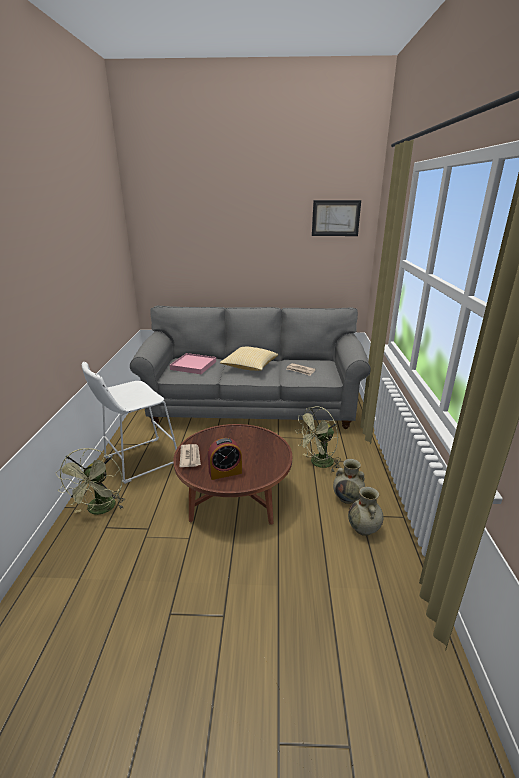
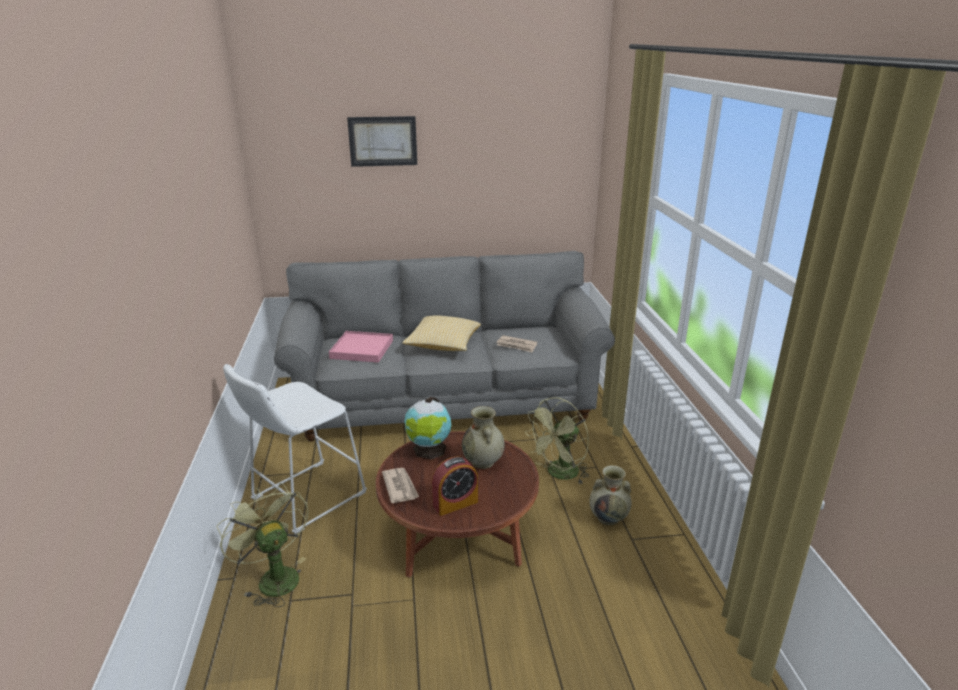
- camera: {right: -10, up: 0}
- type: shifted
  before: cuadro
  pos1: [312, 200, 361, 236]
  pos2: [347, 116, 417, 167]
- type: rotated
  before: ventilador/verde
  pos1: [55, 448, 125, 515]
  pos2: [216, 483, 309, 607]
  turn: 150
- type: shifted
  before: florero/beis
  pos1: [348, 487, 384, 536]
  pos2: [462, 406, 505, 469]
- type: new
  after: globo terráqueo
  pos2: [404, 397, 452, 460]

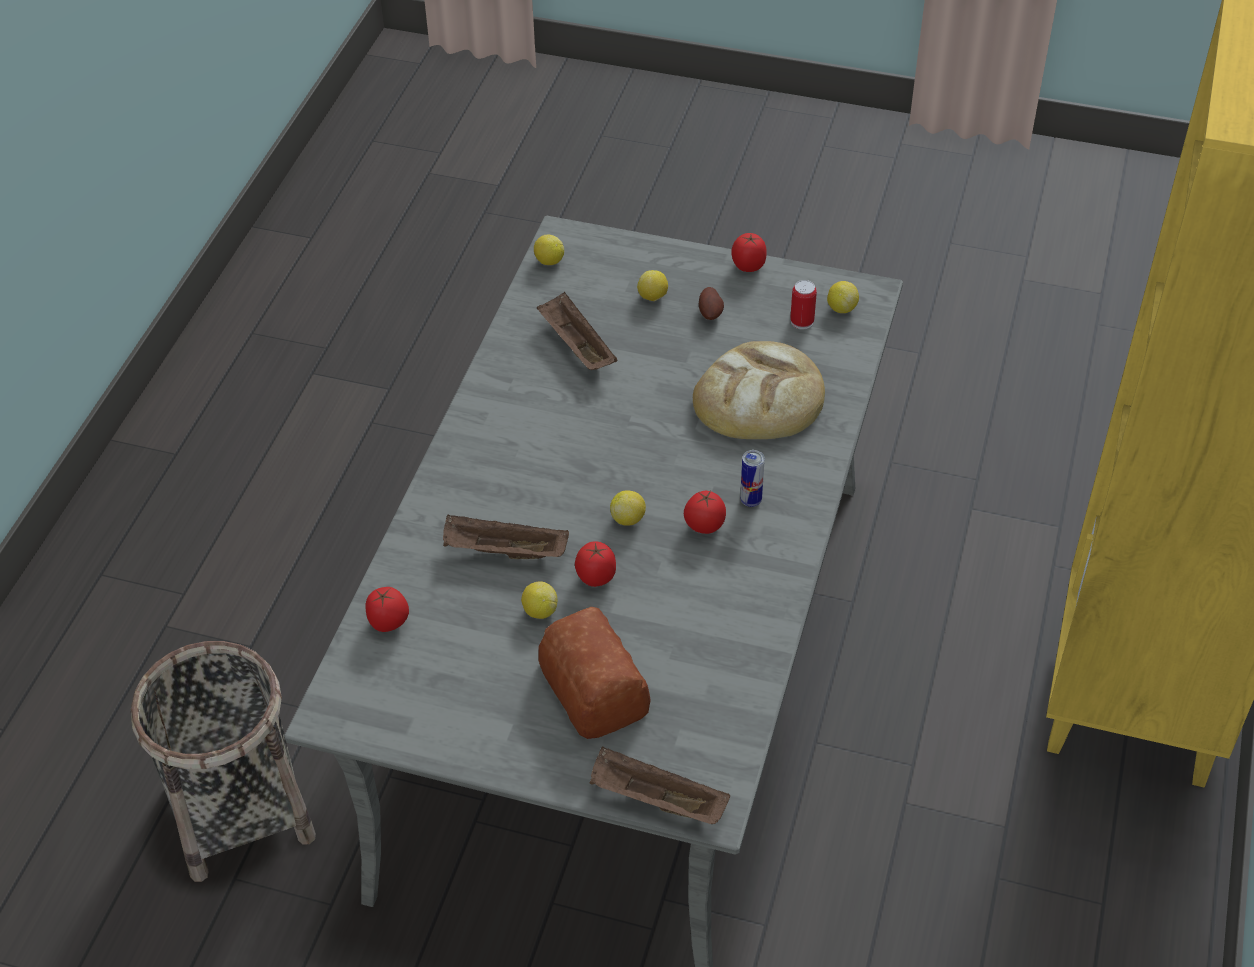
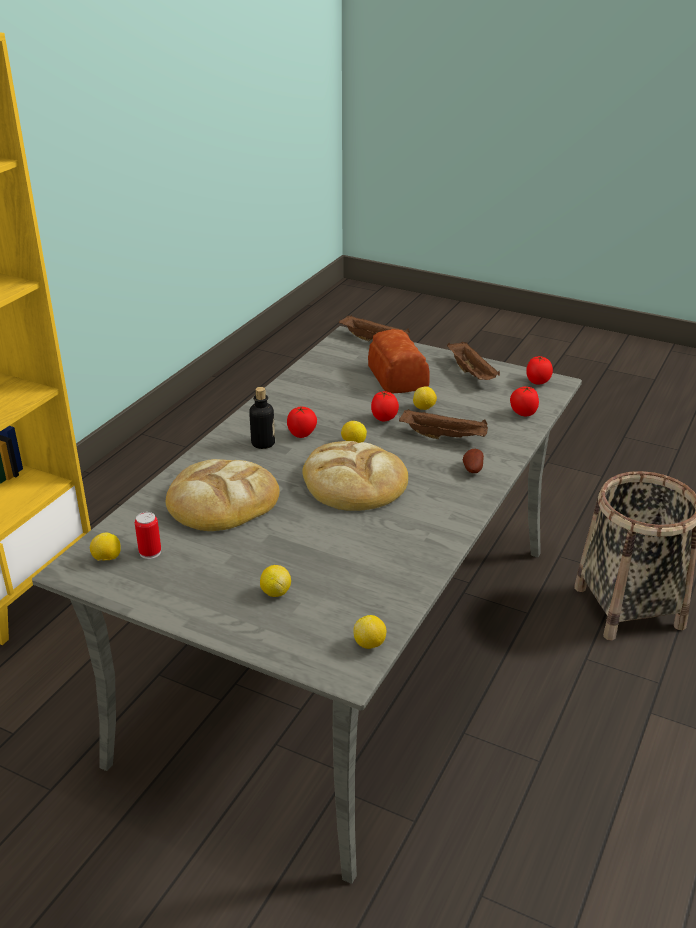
- camera: {right: -170, up: -15}
- type: shifted
  before: tomate
  pos1: [731, 233, 767, 272]
  pos2: [526, 356, 553, 385]
- type: shifted
  before: patata
  pos1: [699, 287, 724, 320]
  pos2: [463, 449, 484, 473]
- type: shifted
  before: bandeja/marrón
  pos1: [537, 292, 618, 370]
  pos2: [447, 341, 500, 380]
- type: swapped
  before: lata
  after: botella
  pos1: [740, 450, 765, 507]
  pos2: [249, 387, 275, 449]
- type: new
  after: pan
  pos2: [302, 441, 408, 511]

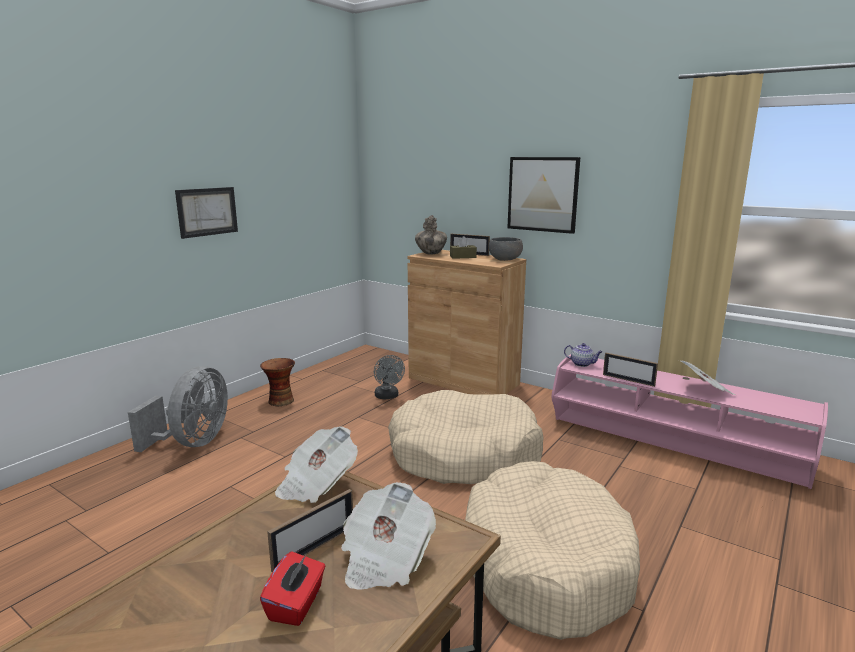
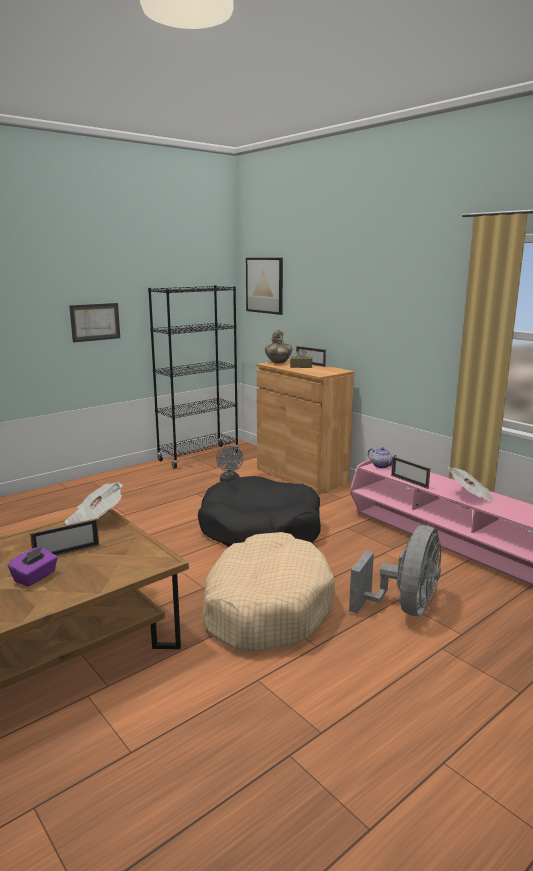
- camera: {right: 15, up: 0}
- type: shifted
  before: cuadro
  pos1: [507, 157, 580, 234]
  pos2: [246, 258, 283, 315]
- type: gone
  before: cuenco/gris
  pos1: [489, 237, 523, 261]
- type: gone
  before: florero
  pos1: [260, 358, 295, 406]
- type: shifted
  before: ventilador/gris
  pos1: [128, 366, 228, 452]
  pos2: [349, 525, 442, 616]
- type: repainted
  before: cama para perro/beis
  after: cama para perro/negro
  pos1: [388, 390, 543, 484]
  pos2: [198, 476, 321, 547]
- type: gone
  before: periódico
  pos1: [341, 482, 436, 590]
- type: repainted
  before: caja de pañuelos/rojo
  after: caja de pañuelos/morado
  pos1: [260, 551, 325, 626]
  pos2: [8, 546, 58, 587]
- type: new
  after: estantería/negro
  pos2: [148, 285, 239, 468]

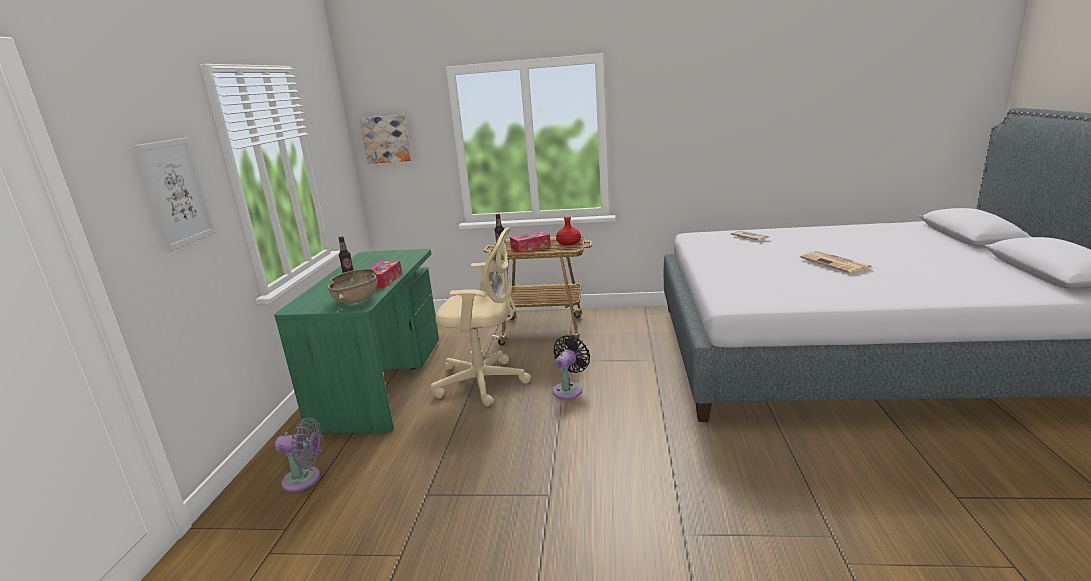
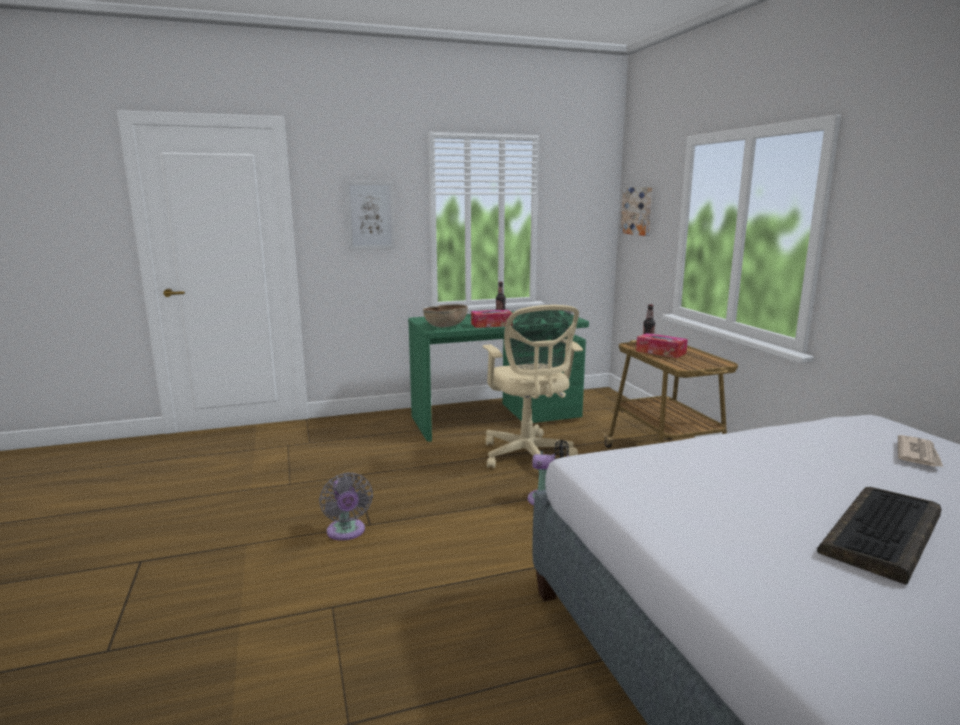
- camera: {right: 65, up: -5}
- type: gone
  before: botella/rojo
  pos1: [556, 216, 581, 245]
- type: swapped
  before: periódico
  after: teclado
  pos1: [800, 251, 872, 273]
  pos2: [817, 487, 942, 585]
- type: shifted
  before: ventilador/gris
  pos1: [275, 417, 323, 492]
  pos2: [319, 472, 373, 541]

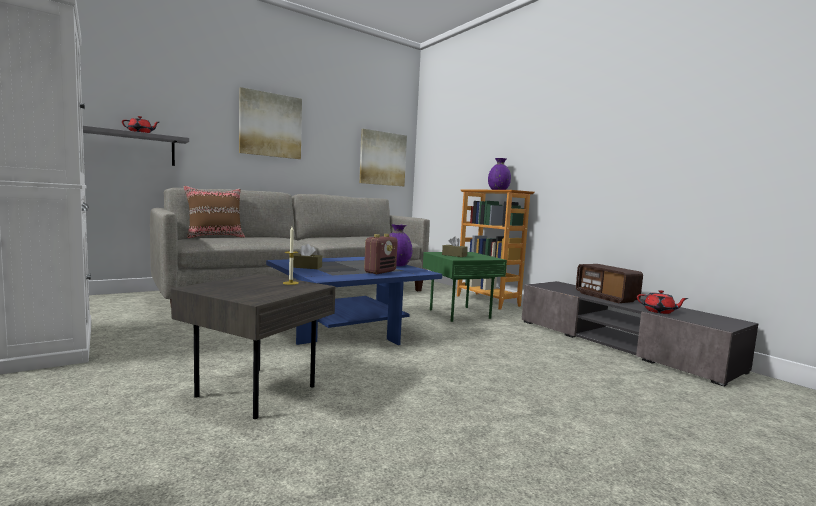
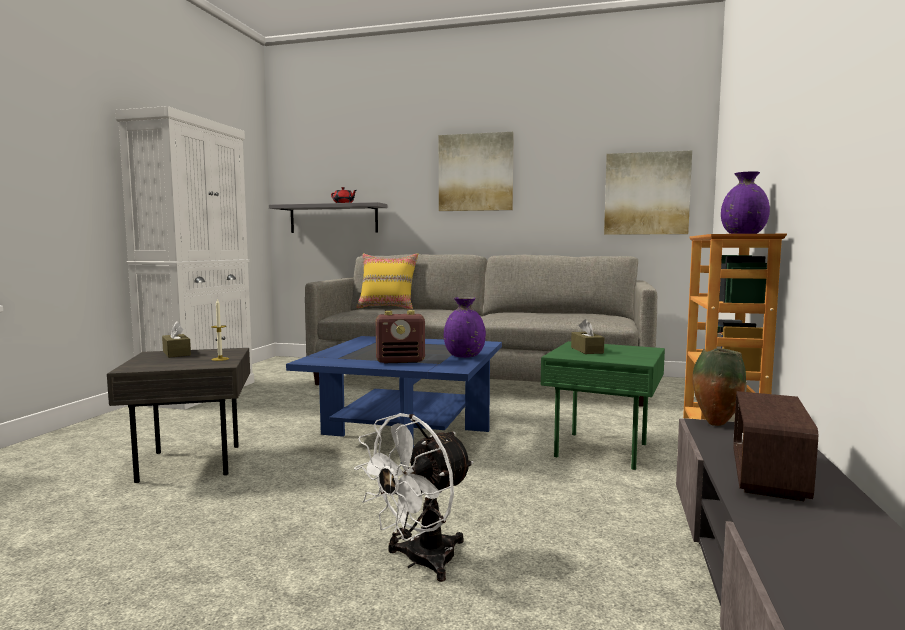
- camera: {right: 50, up: 0}
- type: repainted
  before: cojín/marrón
  after: cojín/amarillo
  pos1: [183, 186, 245, 238]
  pos2: [356, 253, 418, 309]
- type: shifted
  before: caja de pañuelos/marrón
  pos1: [293, 244, 322, 269]
  pos2: [162, 321, 191, 358]
- type: gone
  before: tetera/rojo
  pos1: [637, 290, 689, 314]
- type: new
  after: florero
  pos2: [692, 348, 746, 426]
- type: new
  after: ventilador/blanco
  pos2: [354, 413, 473, 582]

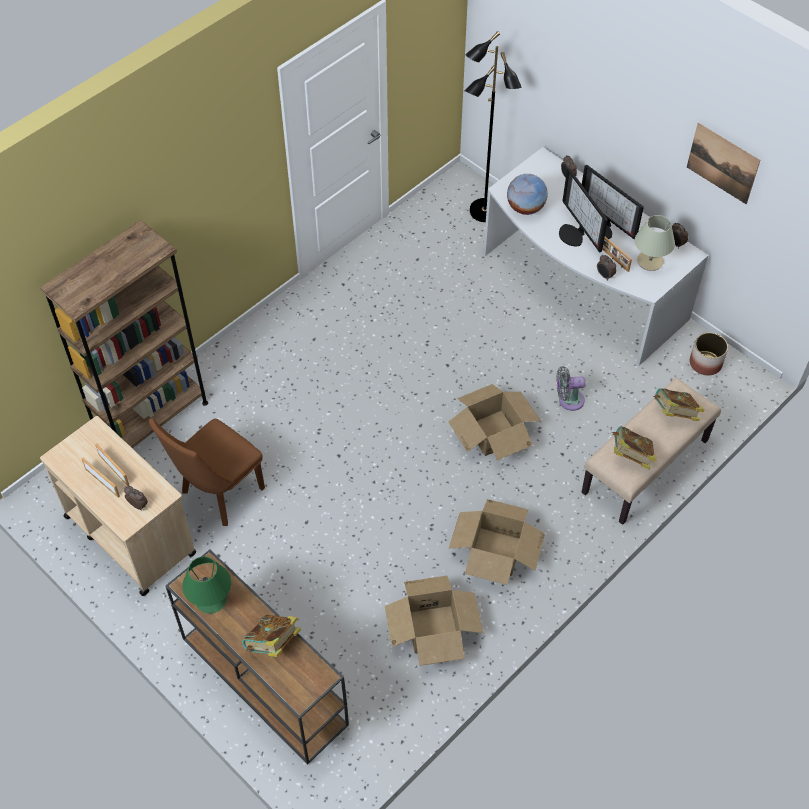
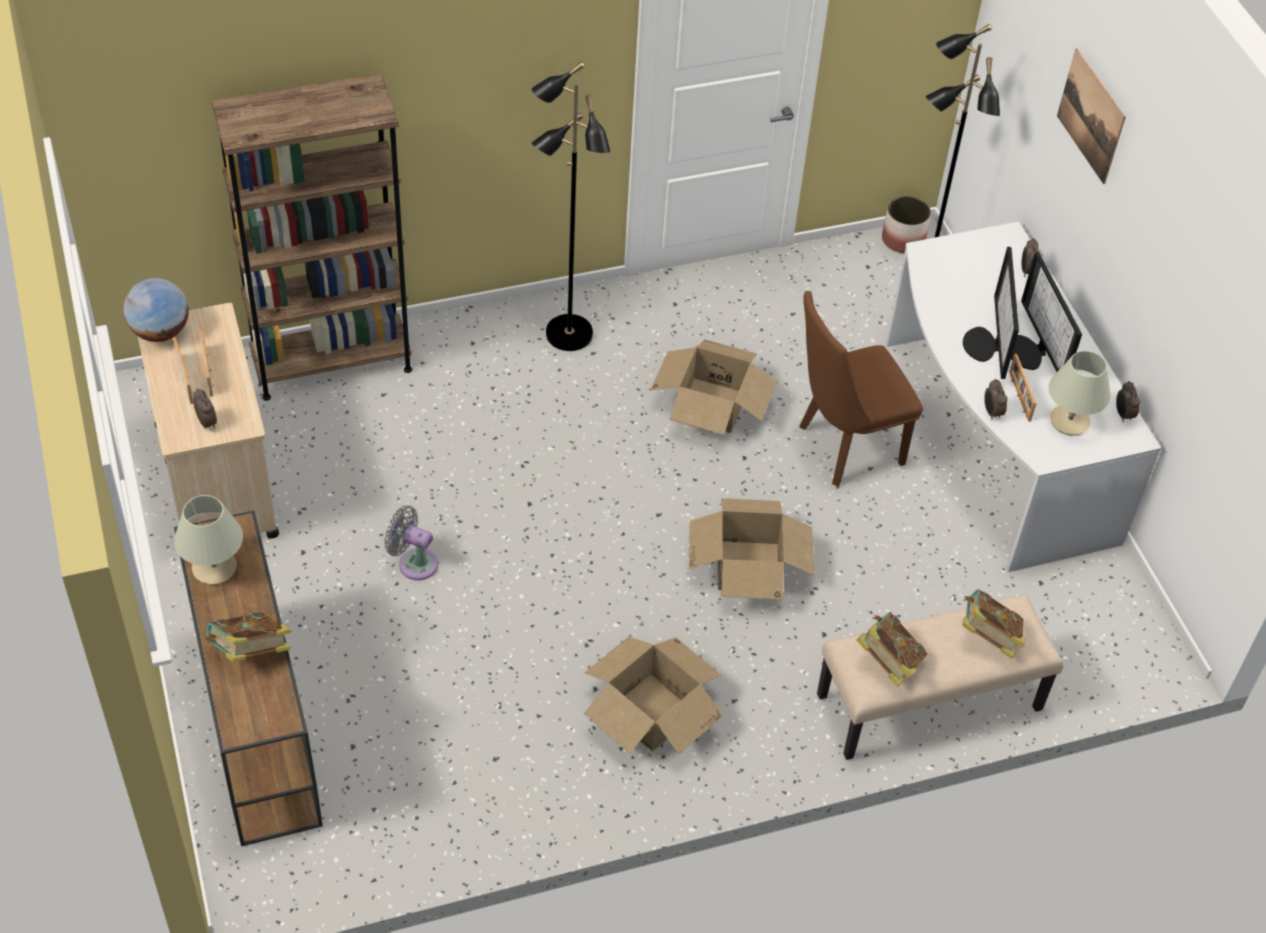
- camera: {right: 25, up: -5}
- type: shifted
  before: cuadro
  pos1: [687, 123, 760, 204]
  pos2: [1057, 48, 1126, 184]
- type: shifted
  before: globo terráqueo
  pos1: [507, 174, 548, 215]
  pos2: [123, 278, 189, 342]
- type: shifted
  before: maceta
  pos1: [690, 332, 728, 375]
  pos2: [882, 196, 931, 253]
- type: shifted
  before: ventilador/gris
  pos1: [556, 366, 585, 411]
  pos2: [384, 506, 438, 580]
- type: shifted
  before: silla/marrón
  pos1: [149, 418, 265, 526]
  pos2: [799, 291, 923, 487]
- type: repainted
  before: lámpara de mesa/verde
  after: lámpara de mesa/beis
  pos1: [182, 556, 231, 614]
  pos2: [174, 495, 243, 585]
- type: shifted
  before: caja de cartón
  pos1: [385, 576, 483, 666]
  pos2: [651, 339, 777, 435]
- type: new
  after: lámpara de pie/negro
  pos2: [531, 61, 611, 351]

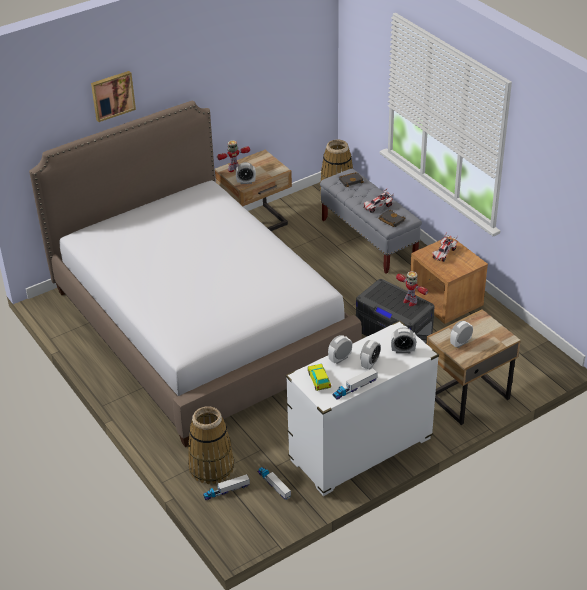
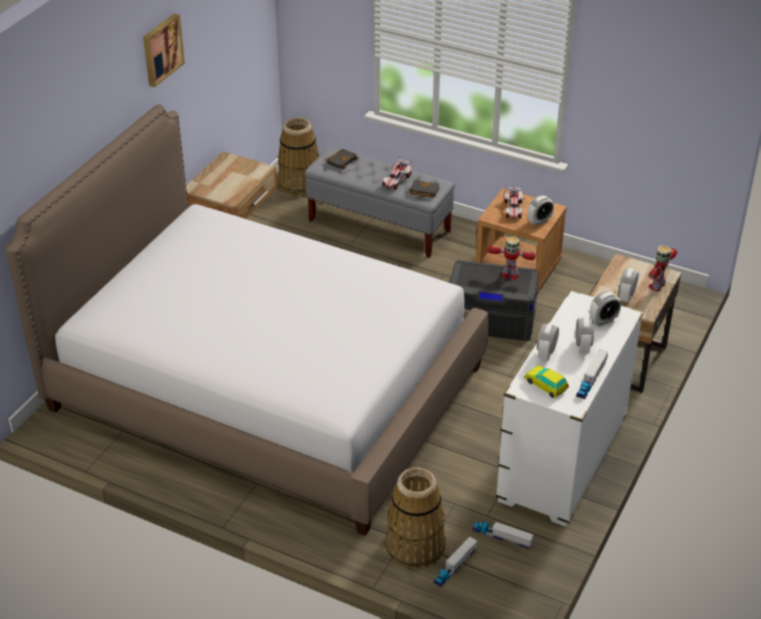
- camera: {right: -30, up: 0}
- type: shifted
  before: cuadro
  pos1: [91, 71, 136, 122]
  pos2: [143, 14, 185, 87]
- type: shifted
  before: robot de juguete
  pos1: [217, 140, 250, 172]
  pos2: [648, 245, 677, 291]
- type: shifted
  before: despertador
  pos1: [236, 162, 256, 184]
  pos2: [528, 196, 554, 226]

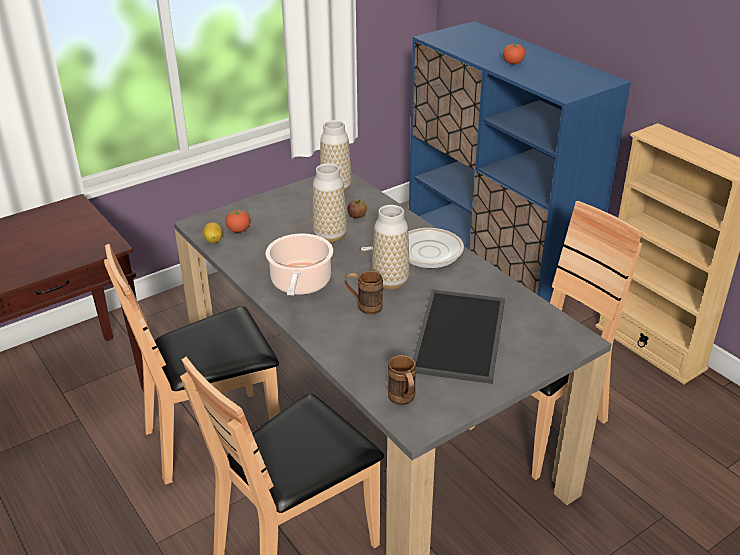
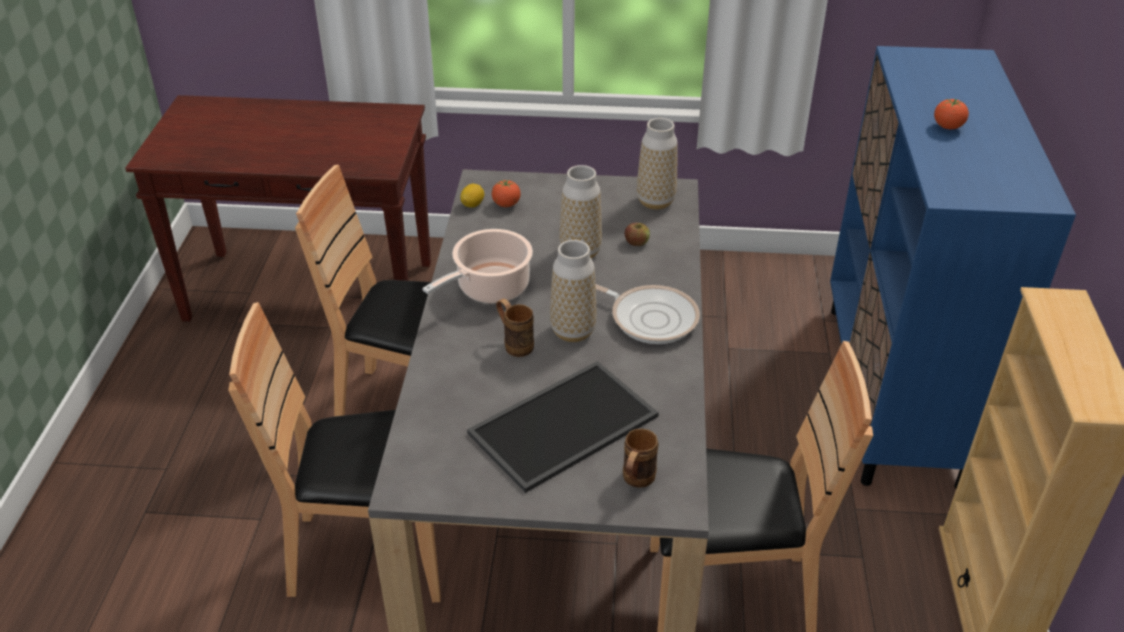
- camera: {right: 40, up: 5}
- type: shifted
  before: taza grande/marrón
  pos1: [388, 355, 416, 405]
  pos2: [623, 428, 658, 488]

